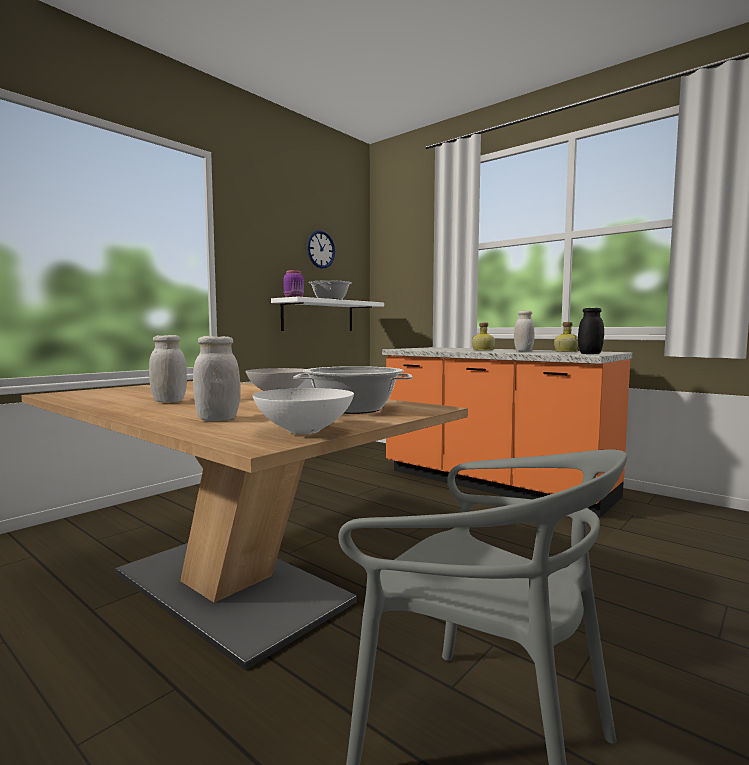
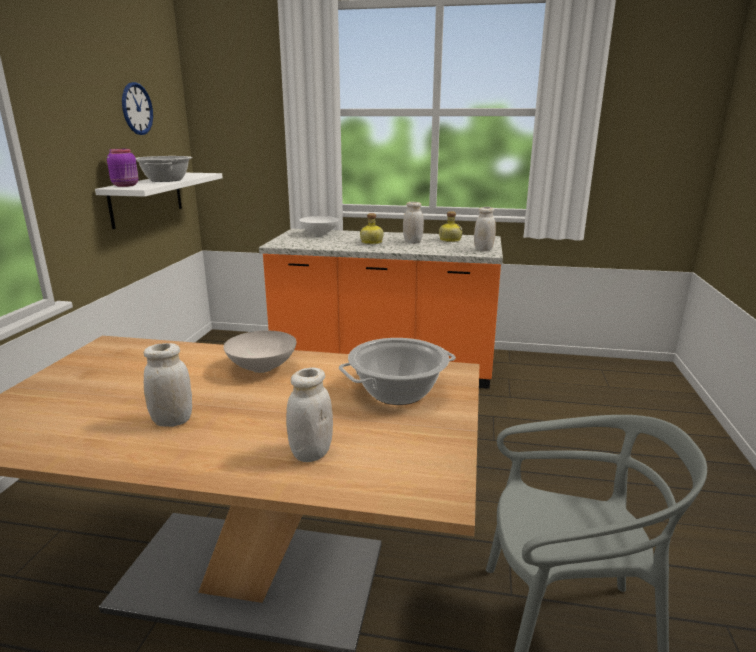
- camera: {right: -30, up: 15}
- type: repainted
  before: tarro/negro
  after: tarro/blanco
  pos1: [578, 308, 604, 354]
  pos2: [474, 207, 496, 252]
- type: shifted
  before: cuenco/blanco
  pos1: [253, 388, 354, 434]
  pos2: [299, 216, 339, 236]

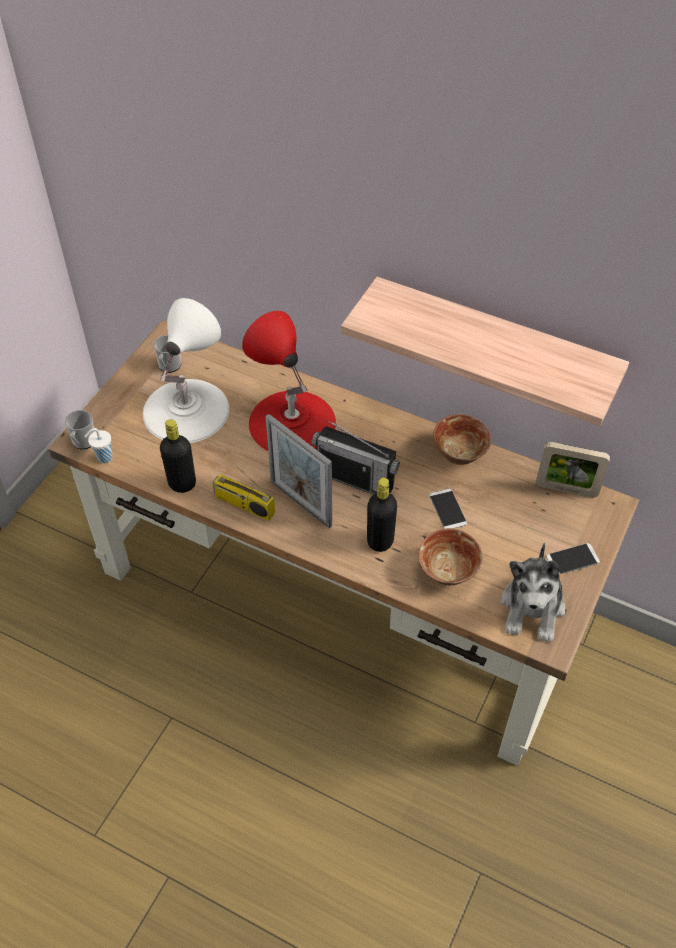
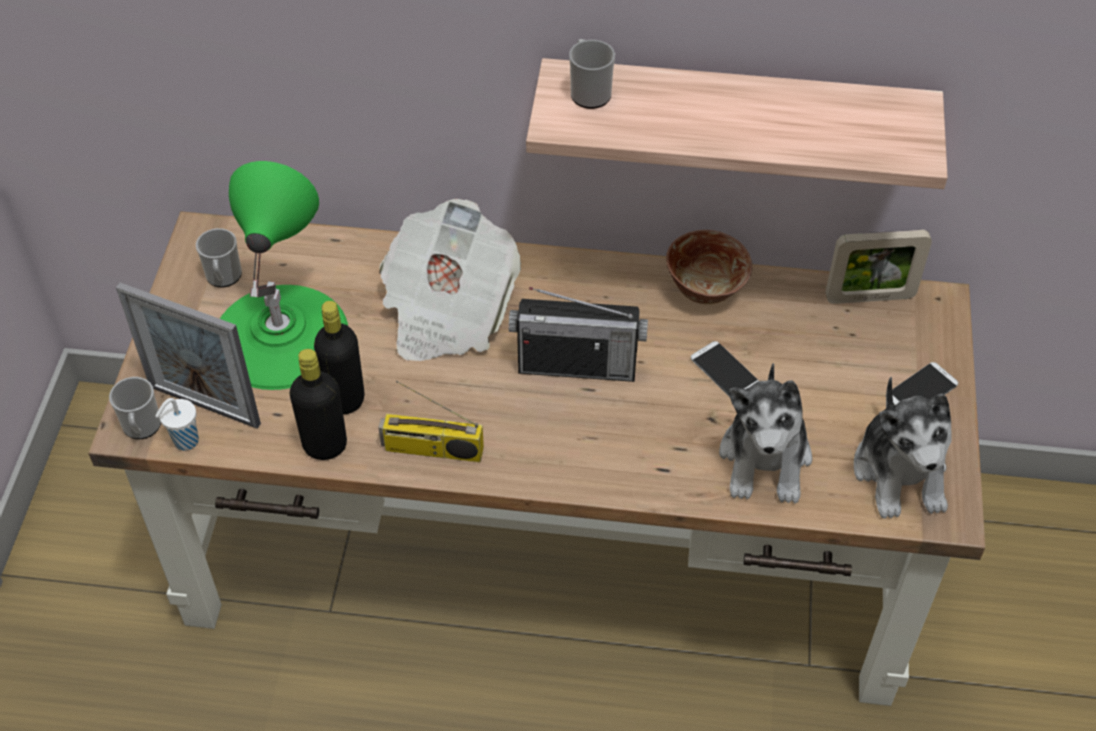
- camera: {right: -20, up: 0}
- type: repainted
  before: lámpara de mesa/blanco
  after: lámpara de mesa/verde
  pos1: [143, 298, 229, 443]
  pos2: [220, 161, 348, 390]
- type: swapped
  before: lámpara de mesa/rojo
  after: periódico
  pos1: [242, 311, 336, 451]
  pos2: [379, 199, 521, 361]
- type: shifted
  before: portarretratos
  pos1: [265, 414, 332, 528]
  pos2: [116, 283, 261, 429]
- type: shifted
  before: botella/negro
  pos1: [367, 478, 397, 552]
  pos2: [314, 301, 364, 414]
- type: swapped
  before: cuenco
  after: peluche
  pos1: [418, 528, 483, 585]
  pos2: [719, 363, 812, 504]
- type: new
  after: taza grande
  pos2: [569, 39, 615, 109]

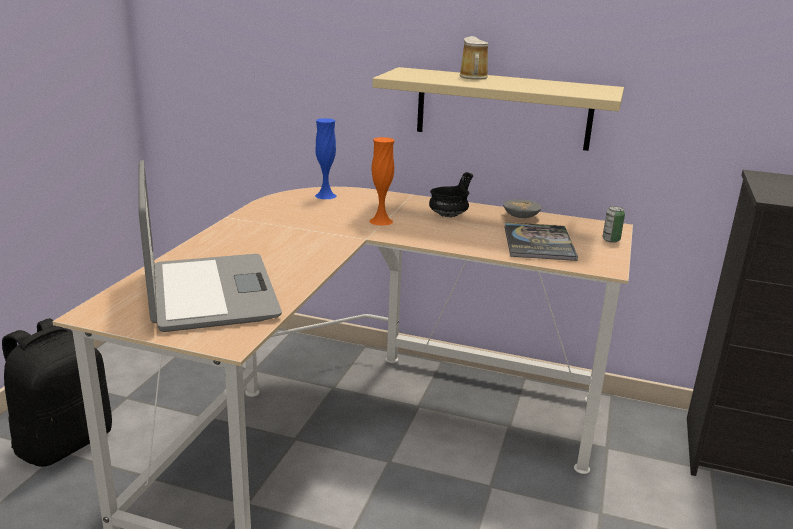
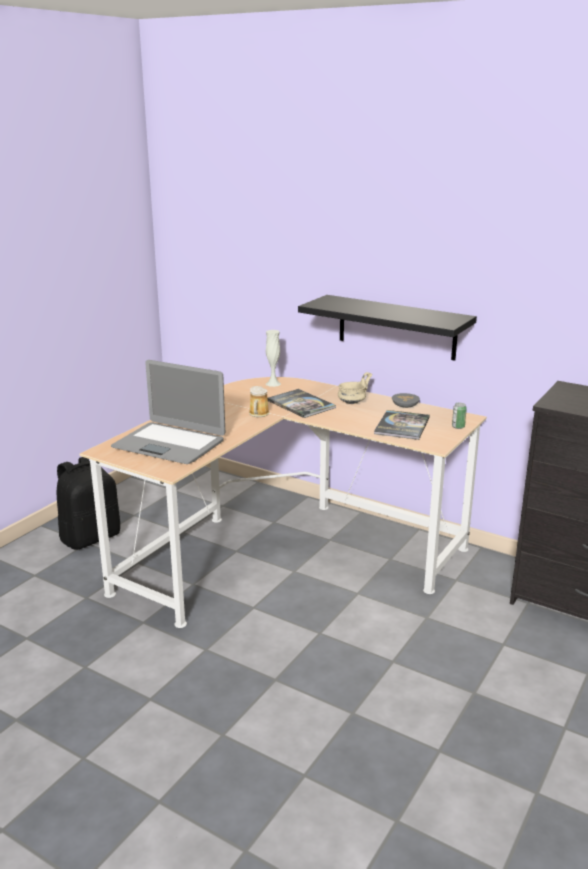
- camera: {right: 15, up: 0}
- type: shifted
  before: taza grande
  pos1: [459, 36, 488, 80]
  pos2: [249, 386, 269, 417]
- type: repainted
  before: estante/beis
  after: estante/negro
  pos1: [372, 67, 624, 151]
  pos2: [298, 295, 477, 361]
- type: repainted
  before: florero/azul
  after: florero/blanco
  pos1: [315, 118, 336, 199]
  pos2: [266, 330, 281, 387]
- type: swapped
  before: florero/naranja
  after: libro
  pos1: [370, 137, 395, 226]
  pos2: [268, 389, 336, 418]
- type: rotated
  before: portátil
  pos1: [138, 160, 282, 332]
  pos2: [111, 360, 225, 464]
  turn: 120
- type: repainted
  before: cuenco/negro
  after: cuenco/beis
  pos1: [429, 172, 473, 217]
  pos2: [338, 372, 372, 404]

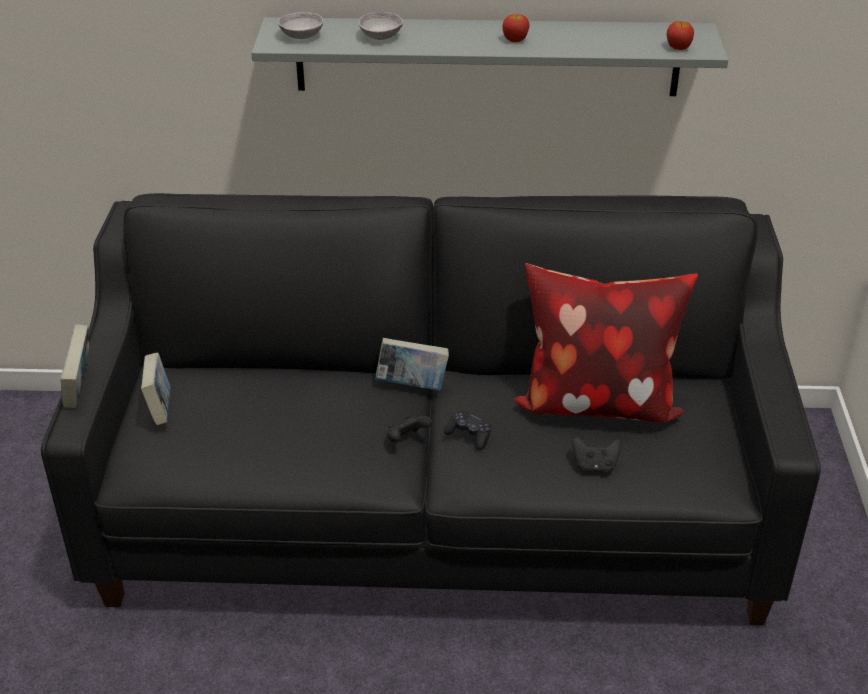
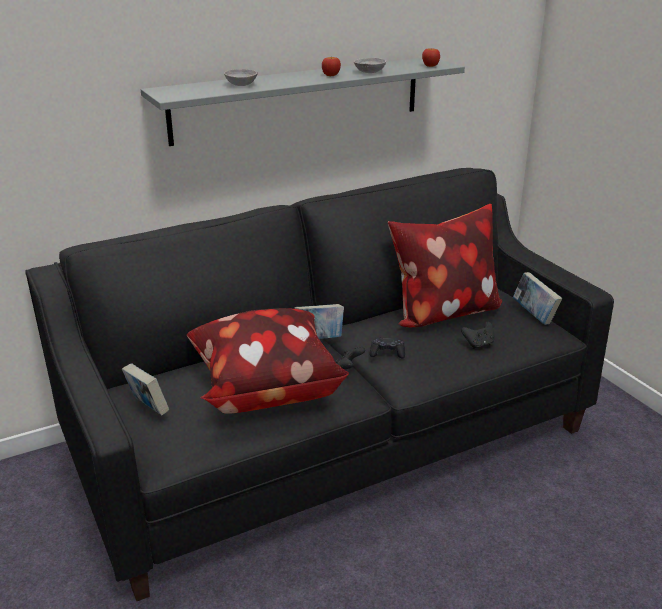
- camera: {right: -30, up: -10}
- type: shifted
  before: cuenco/gris
  pos1: [278, 12, 323, 39]
  pos2: [354, 58, 386, 73]
- type: shifted
  before: libro
  pos1: [60, 324, 89, 408]
  pos2: [513, 272, 562, 325]
- type: new
  after: cojín
  pos2: [187, 308, 349, 414]

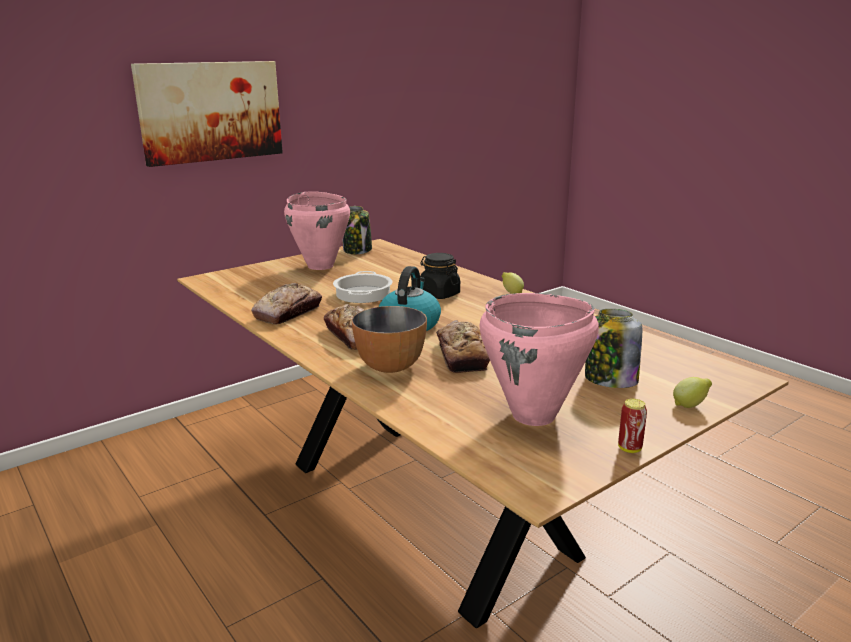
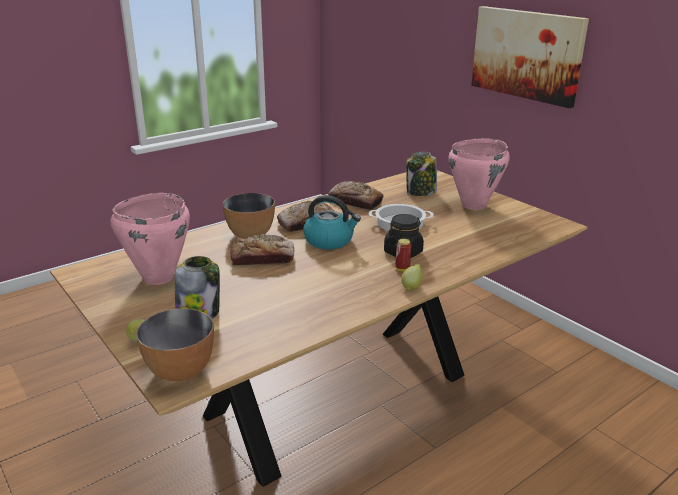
- camera: {right: 90, up: 5}
- type: shifted
  before: tarro
  pos1: [342, 206, 372, 254]
  pos2: [406, 152, 437, 196]
- type: shifted
  before: lata
  pos1: [618, 399, 647, 453]
  pos2: [395, 239, 411, 271]
- type: new
  after: cuenco
  pos2: [136, 308, 214, 381]

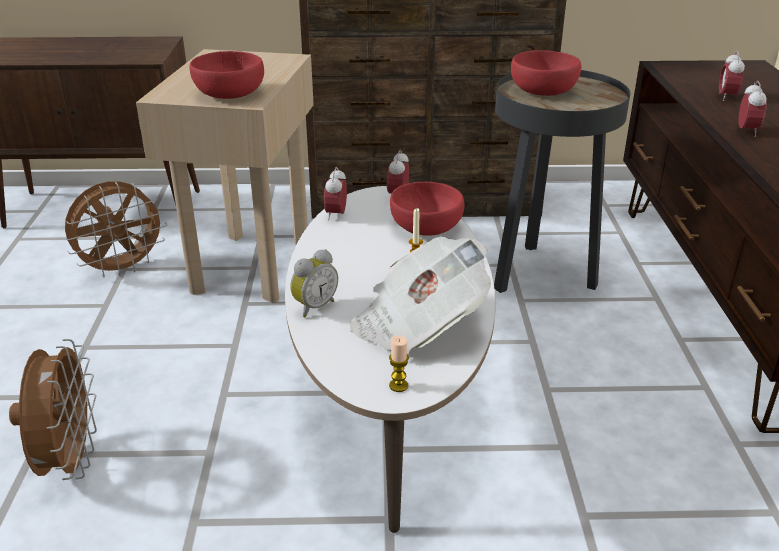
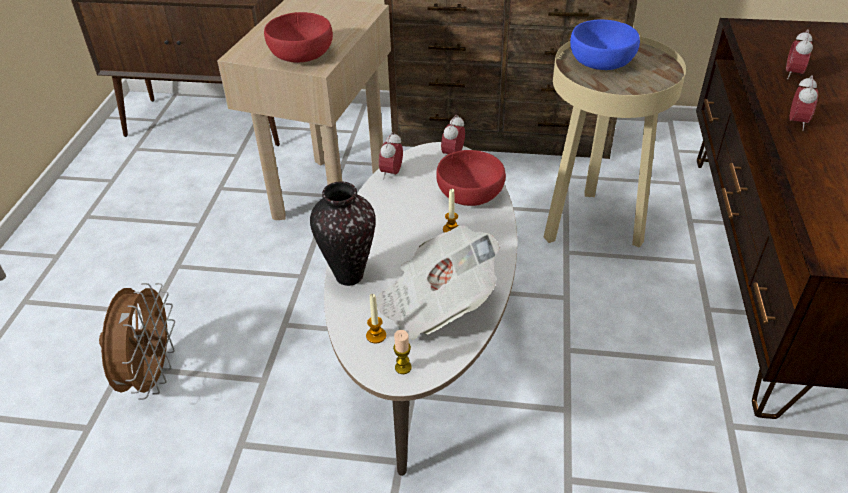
- camera: {right: 10, up: 10}
- type: repainted
  before: cuenco/rojo
  after: cuenco/azul
  pos1: [511, 50, 582, 96]
  pos2: [570, 20, 640, 70]
- type: repainted
  before: mesa auxiliar/negro
  after: mesa auxiliar/beis
  pos1: [494, 70, 630, 293]
  pos2: [544, 36, 686, 248]
- type: gone
  before: ventilador/marrón
  pos1: [64, 181, 167, 277]
- type: swapped
  before: despertador
  after: florero
  pos1: [290, 249, 338, 317]
  pos2: [310, 181, 376, 286]
- type: new
  after: vela
  pos2: [366, 294, 386, 343]

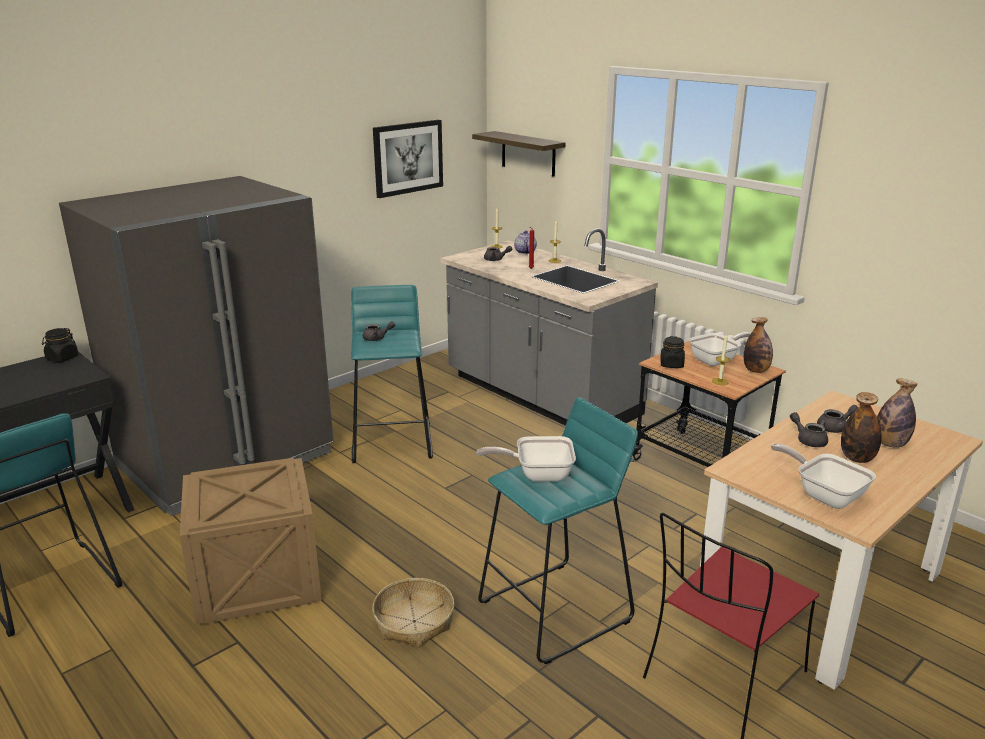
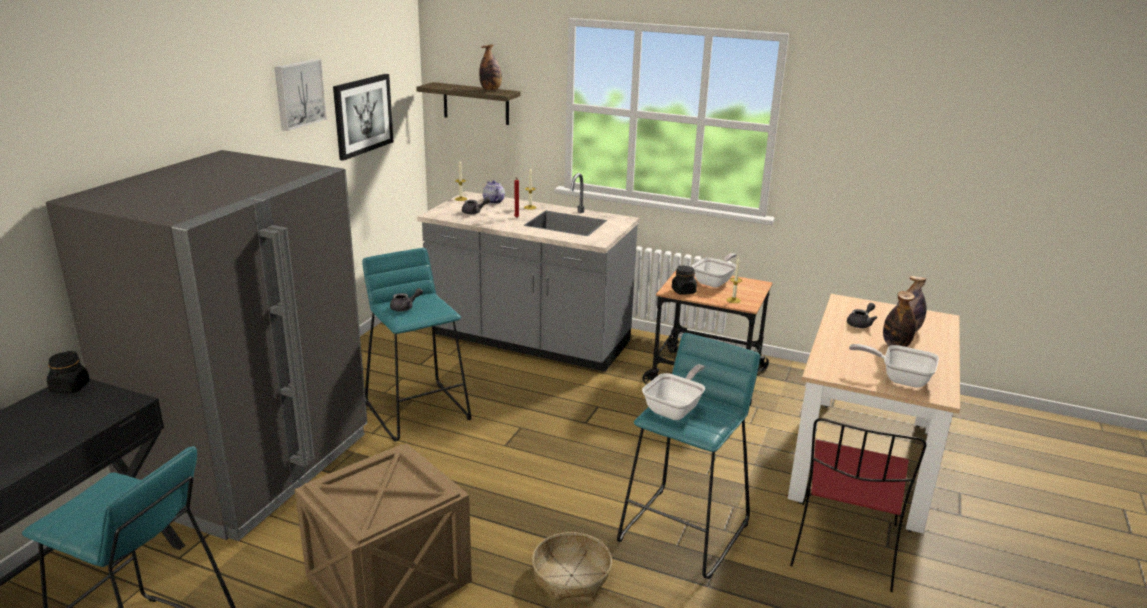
- camera: {right: -25, up: 0}
- type: shifted
  before: botella
  pos1: [744, 317, 773, 373]
  pos2: [479, 44, 502, 91]
- type: gone
  before: tetera/gris
  pos1: [790, 412, 828, 447]
- type: rotated
  before: sartén
  pos1: [477, 436, 576, 482]
  pos2: [642, 364, 705, 420]
  turn: 150
- type: new
  after: cuadro
  pos2: [275, 59, 327, 131]

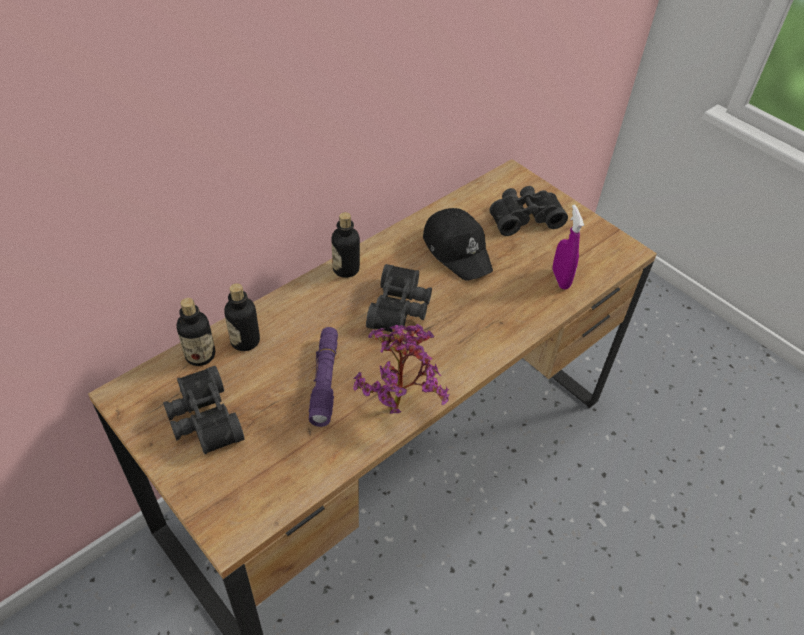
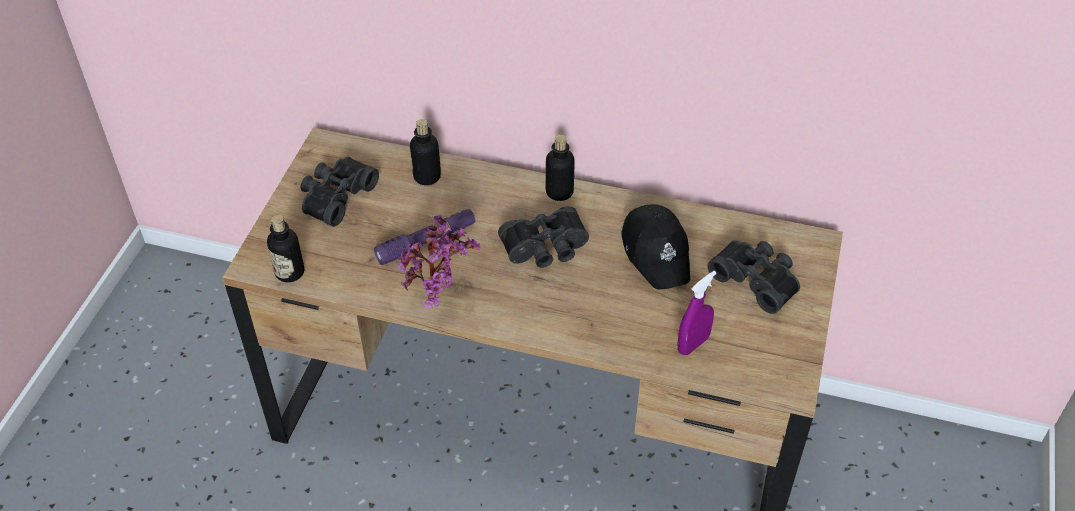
- camera: {right: 60, up: 0}
- type: rotated
  before: gorra/negro
  pos1: [423, 208, 493, 281]
  pos2: [621, 204, 690, 289]
  turn: -45
- type: shifted
  before: botella
  pos1: [177, 298, 216, 366]
  pos2: [267, 215, 304, 282]

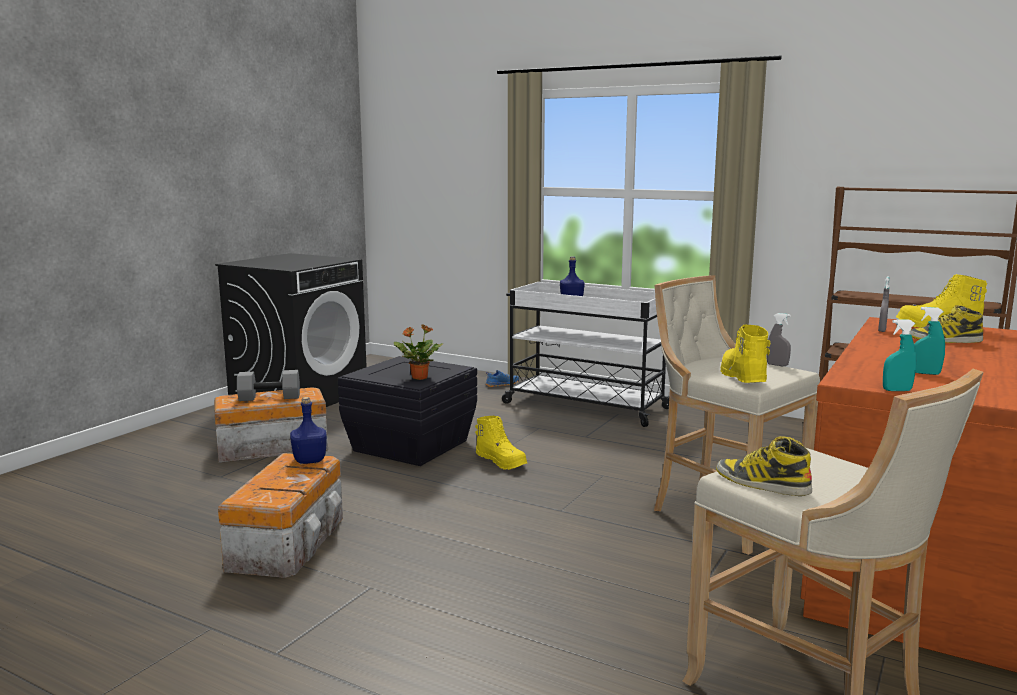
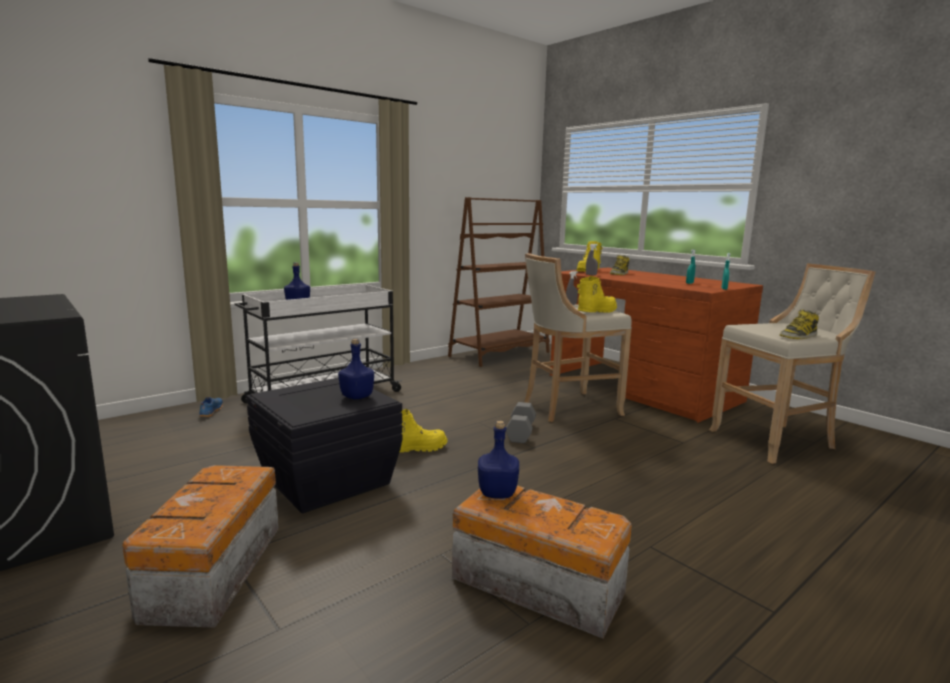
- camera: {right: -70, up: 0}
- type: swapped
  before: planta en maceta
  after: botella/azul
  pos1: [394, 324, 443, 380]
  pos2: [338, 339, 374, 399]
- type: rotated
  before: bota/amarillo
  pos1: [720, 325, 770, 383]
  pos2: [577, 276, 617, 313]
  turn: 120
- type: shifted
  before: mancuerna/gris
  pos1: [237, 370, 300, 401]
  pos2: [506, 402, 536, 443]

